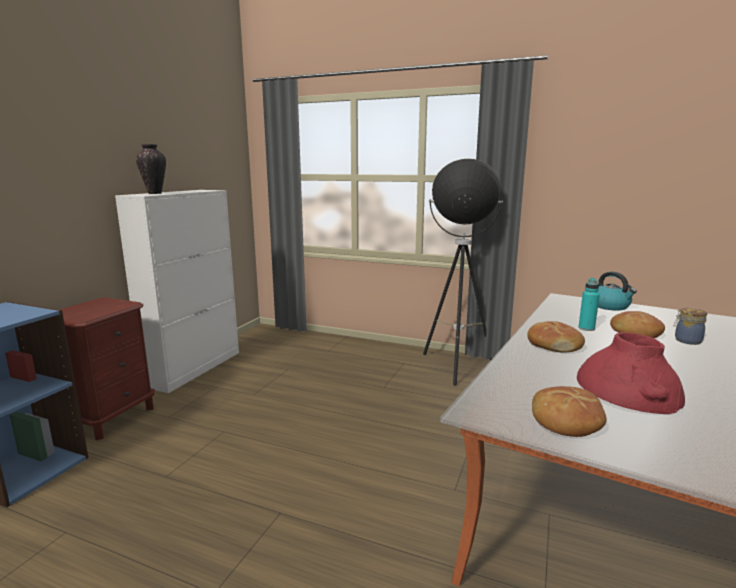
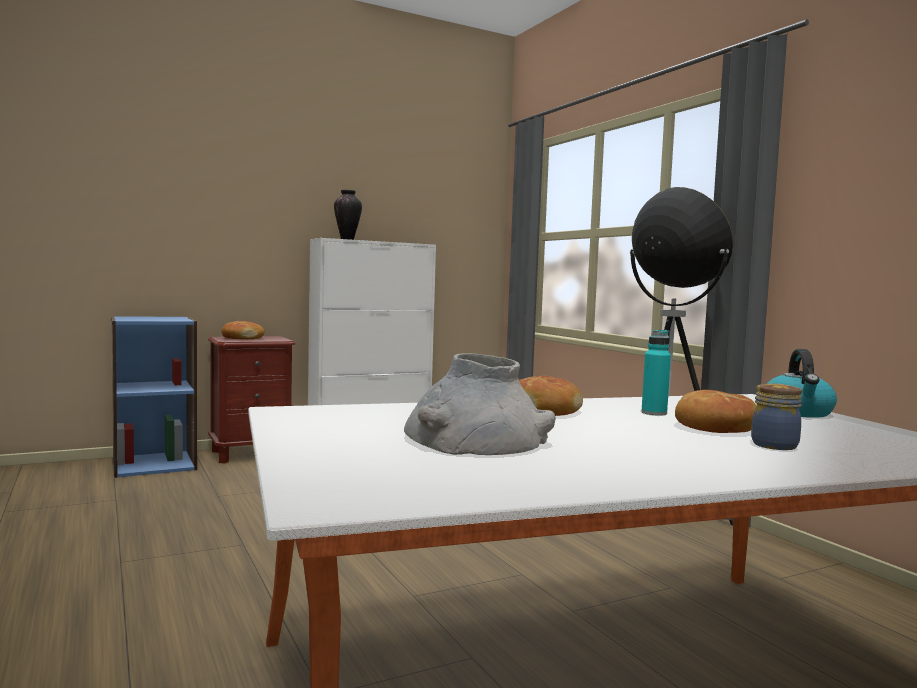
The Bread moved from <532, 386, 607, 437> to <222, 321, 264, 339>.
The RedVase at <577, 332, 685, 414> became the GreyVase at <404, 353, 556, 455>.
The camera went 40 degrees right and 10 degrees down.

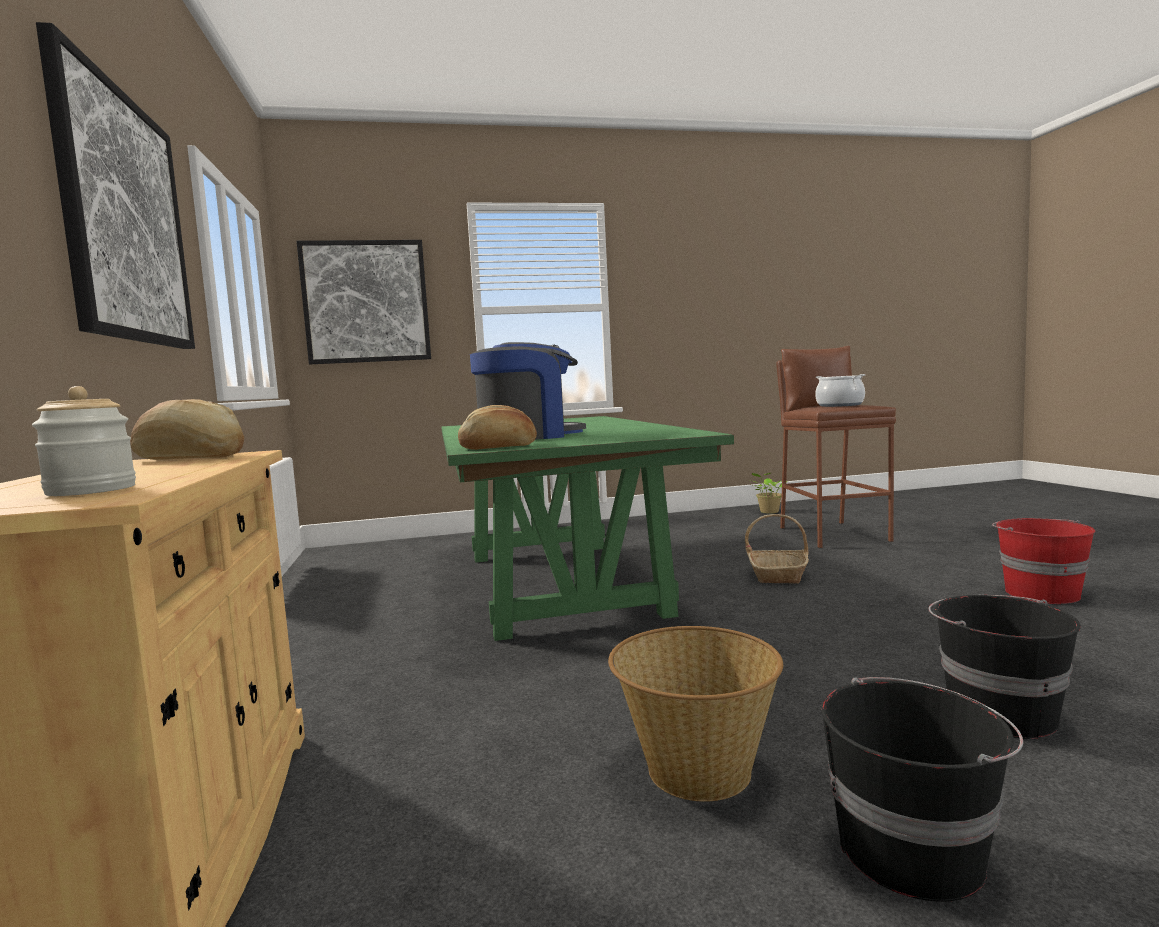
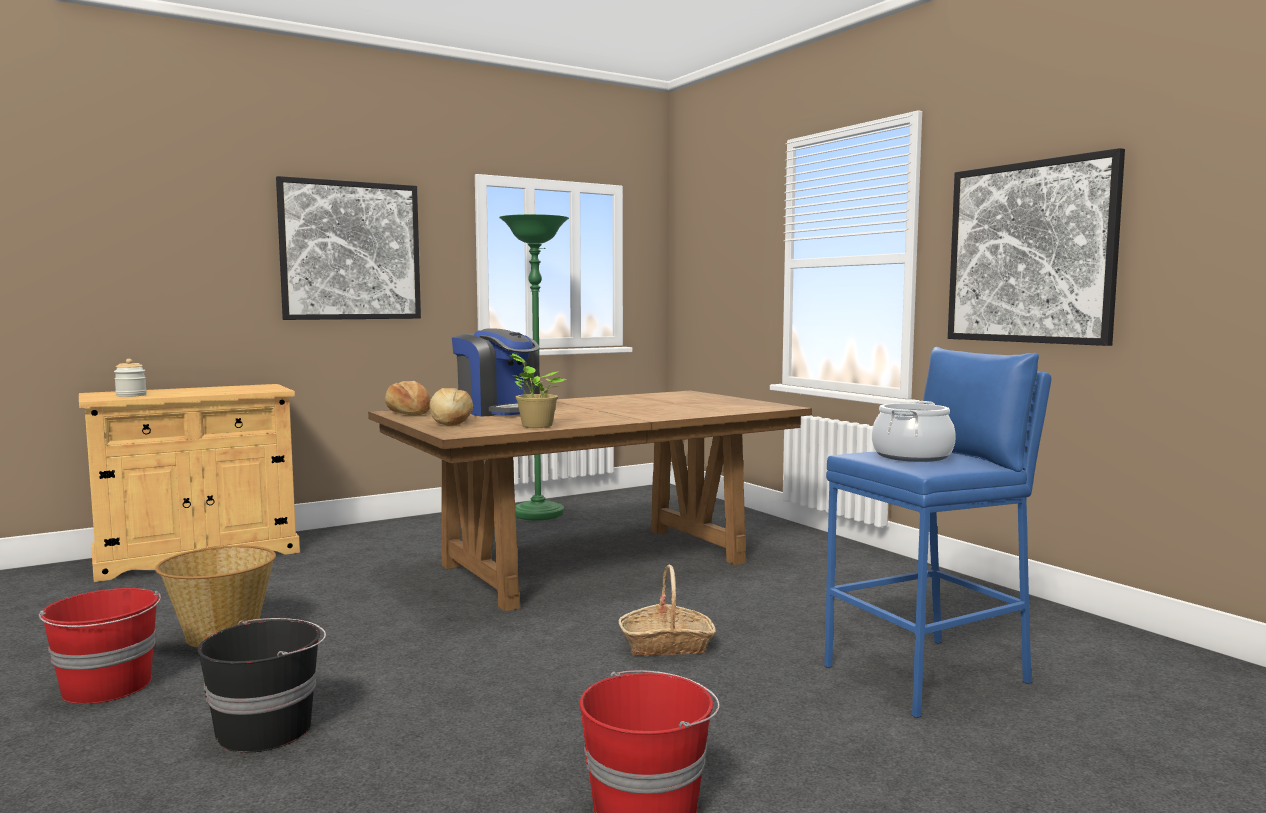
The BlackBucket at <822, 677, 1023, 902> became the RedBucket at <39, 588, 161, 704>.
The GreenDiningTable at <441, 416, 734, 641> became the BrownDiningTable at <368, 390, 812, 611>.
The Bread moved from <131, 399, 244, 460> to <429, 388, 473, 426>.
The GreenFloorLamp at <499, 214, 569, 521> appeared.
The PottedPlant moved from <751, 473, 787, 514> to <509, 353, 567, 428>.
The BrownStool at <776, 346, 896, 548> became the BlueStool at <824, 347, 1052, 718>.
The Picture moved from <296, 240, 431, 364> to <948, 148, 1125, 346>.
The camera went 70 degrees right and 0 degrees up.

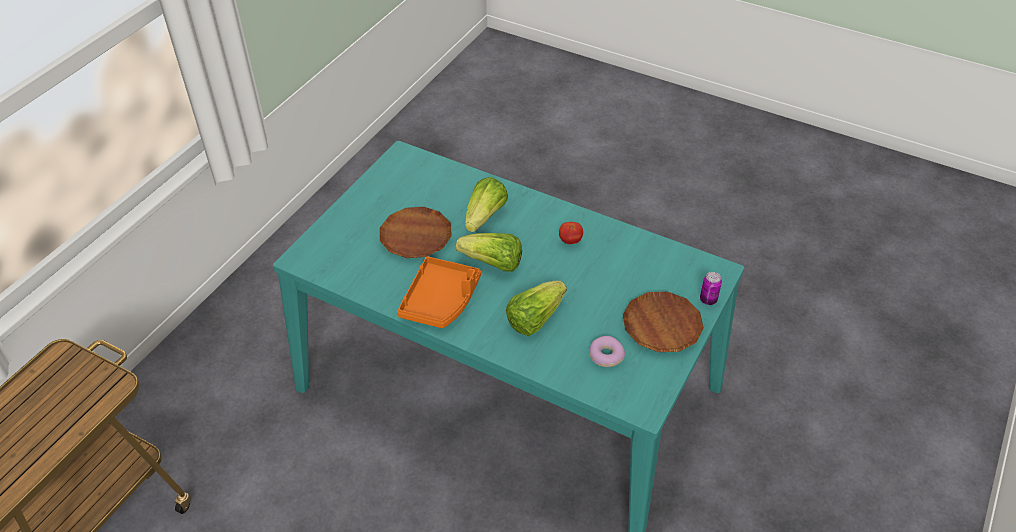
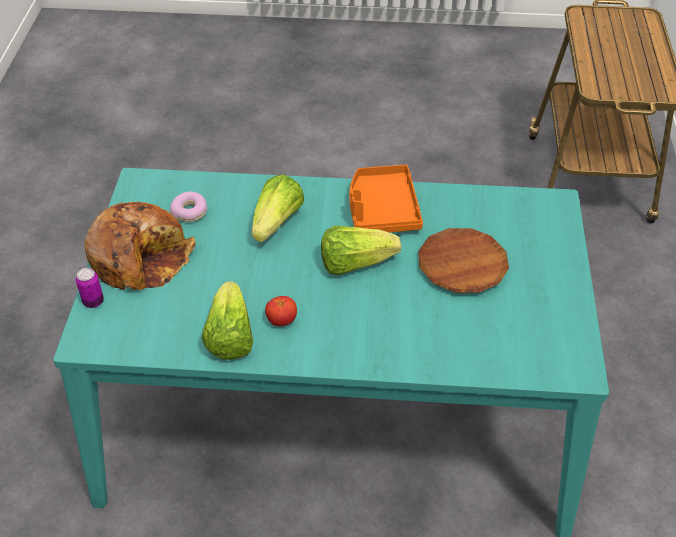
The BrownPlate at <623, 292, 704, 352> was replaced by the Bread at <85, 202, 195, 291>.
The Lettuce moved from <465, 177, 508, 232> to <202, 281, 253, 360>.
The camera went 155 degrees right and 0 degrees up.

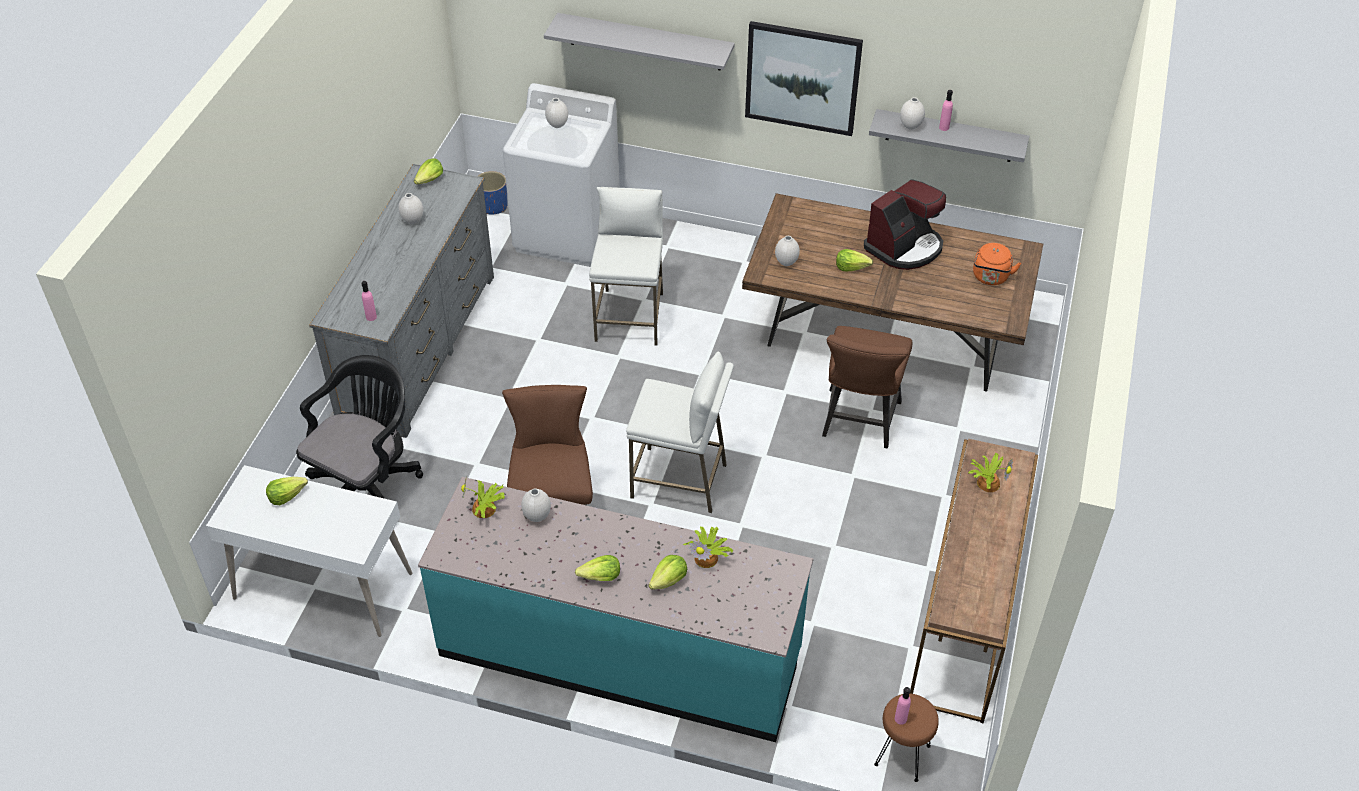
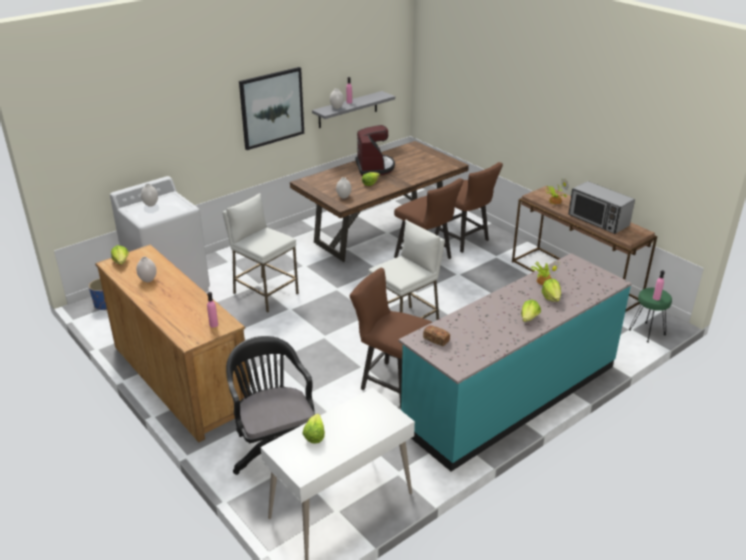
The GreyDresser at <309, 164, 494, 438> became the BrownDresser at <95, 245, 250, 442>.
The PottedPlant at <461, 480, 505, 518> was replaced by the Bread at <423, 325, 450, 346>.
The BrownChair at <435, 162, 503, 253> appeared.
The Microwave at <568, 181, 635, 234> appeared.
The BrownStool at <874, 694, 939, 782> became the GreenStool at <629, 288, 672, 343>.
The WhiteVase at <521, 489, 551, 522> disappeared.
The GreyShelf at <544, 13, 735, 71> disappeared.
The OrangeKettle at <973, 243, 1021, 285> disappeared.
The camera went 55 degrees left and 15 degrees down.

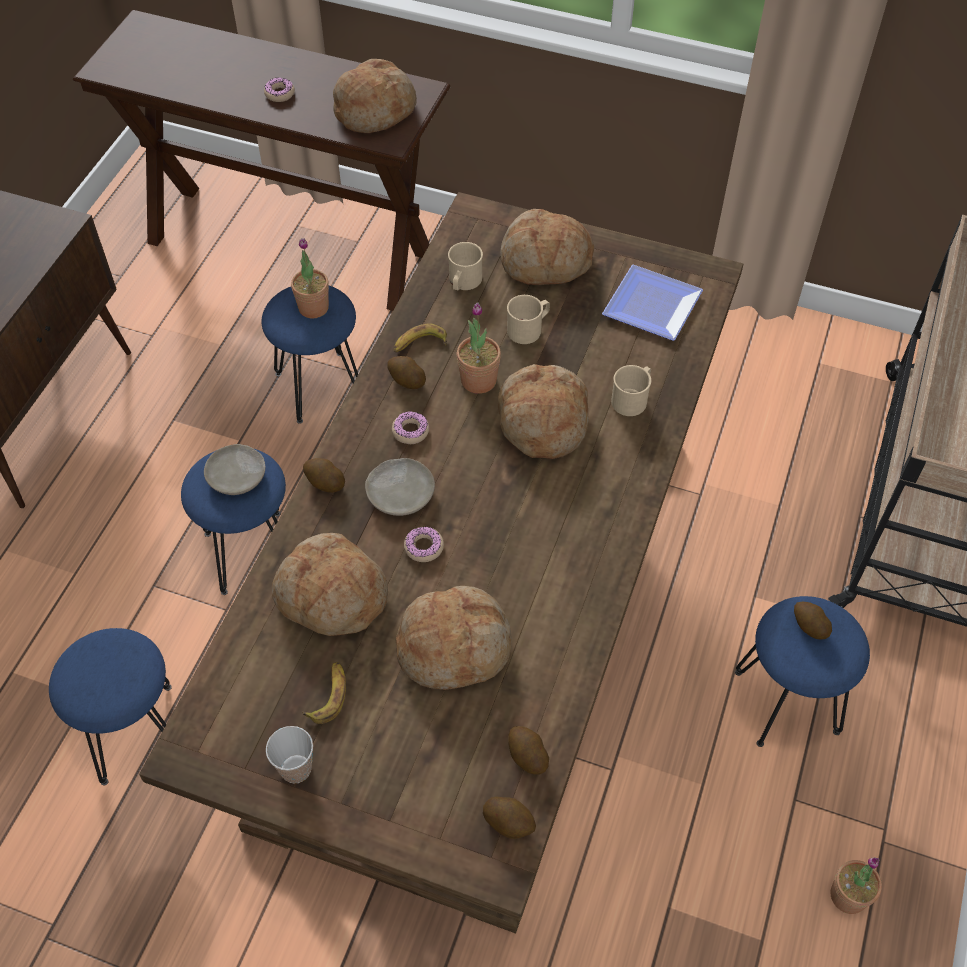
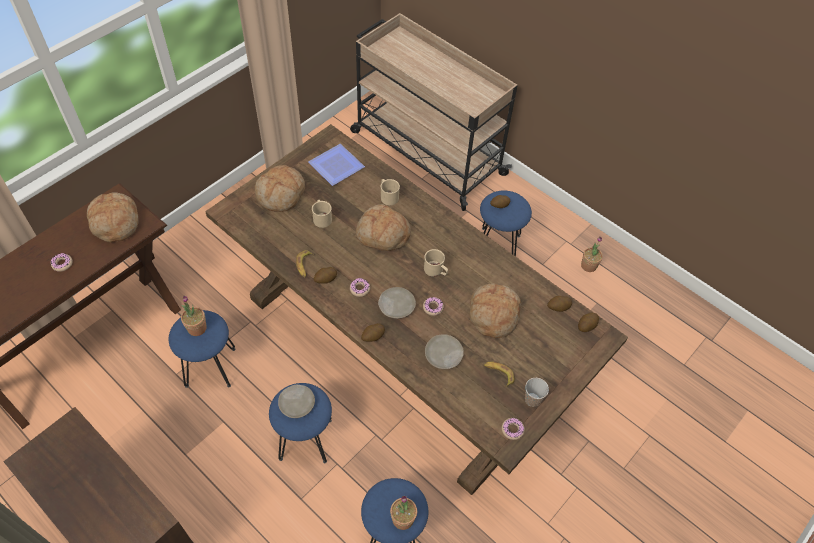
The PottedPlant moved from <457, 302, 501, 394> to <390, 496, 417, 530>.
The BeigeMug moved from <448, 242, 483, 290> to <424, 249, 448, 277>.
The Bread at <272, 533, 388, 636> was replaced by the BeigePlate at <425, 334, 464, 369>.
The Donut at <502, 418, 525, 440> appeared.
The camera went 70 degrees left and 0 degrees up.

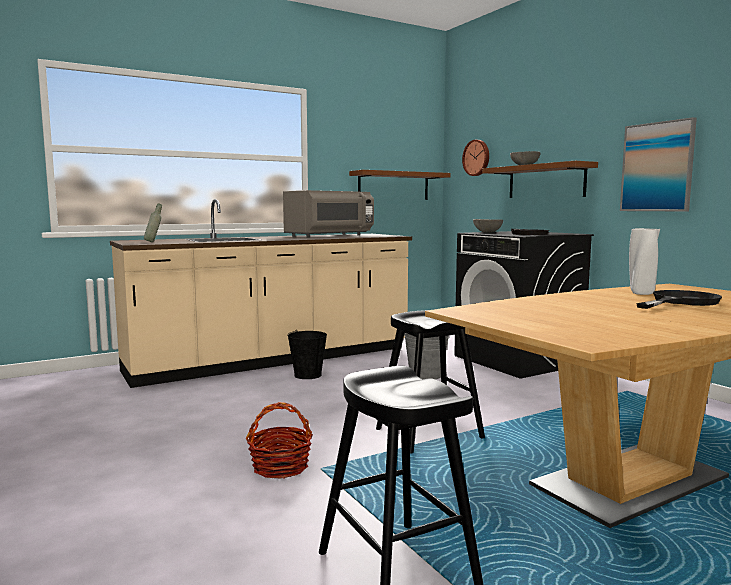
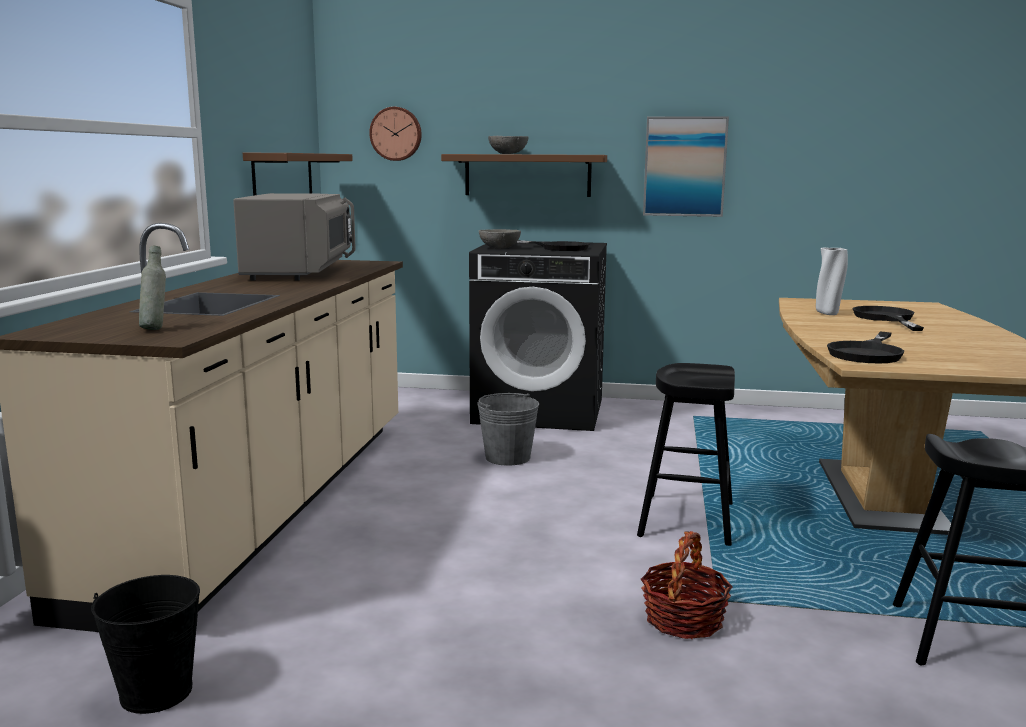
The BlackBucket moved from <287, 330, 327, 379> to <91, 575, 200, 714>.
The BlackFryingPan at <827, 332, 904, 364> appeared.
The camera went 50 degrees left and 5 degrees up.

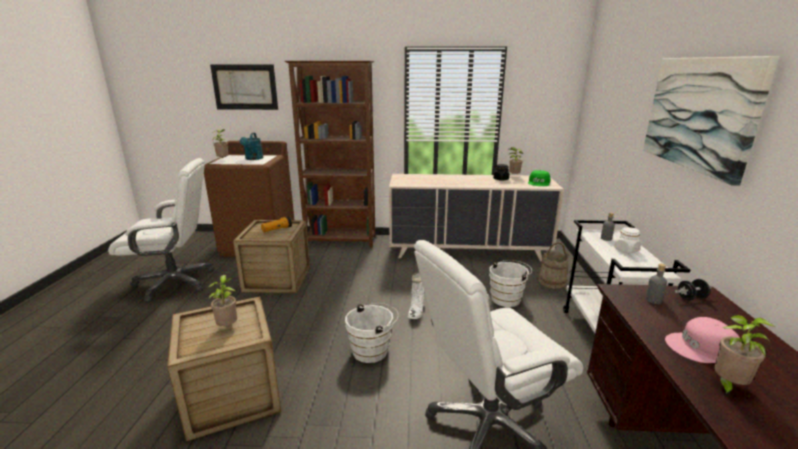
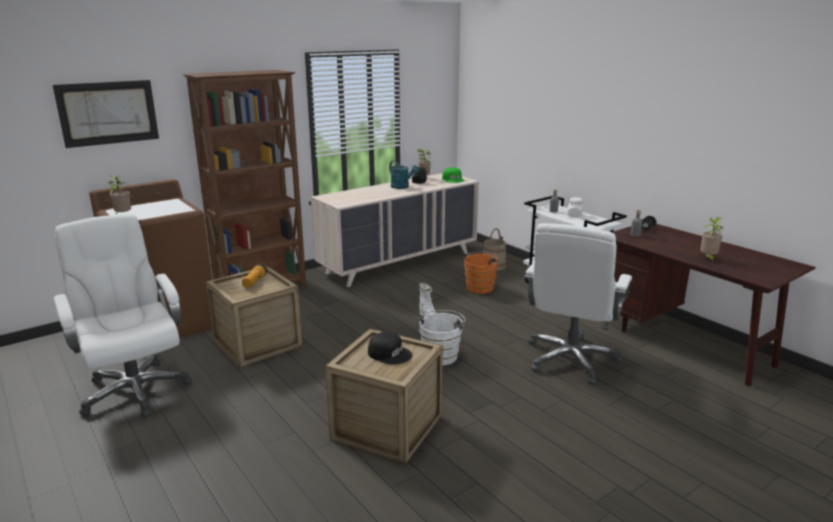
The WhiteOfficeChair at <108, 158, 214, 303> turned 75 degrees counterclockwise.
The PottedPlant at <208, 275, 237, 326> was replaced by the BlackCap at <368, 331, 413, 365>.
The TurquoiseWateringCan moved from <240, 133, 263, 160> to <389, 161, 419, 189>.
The WhiteBucket at <489, 260, 532, 307> became the OrangeBucket at <463, 252, 501, 294>.
The Picture at <643, 56, 780, 186> disappeared.
The PinkCap at <665, 317, 740, 363> disappeared.
The camera went 40 degrees left and 0 degrees up.

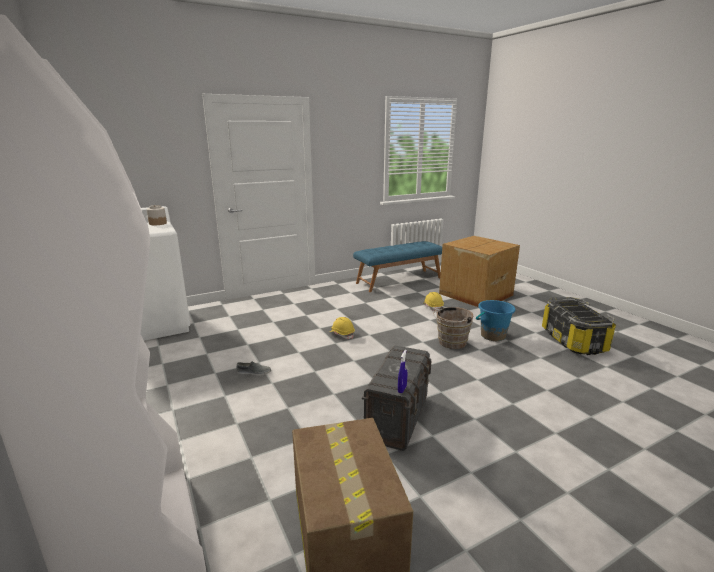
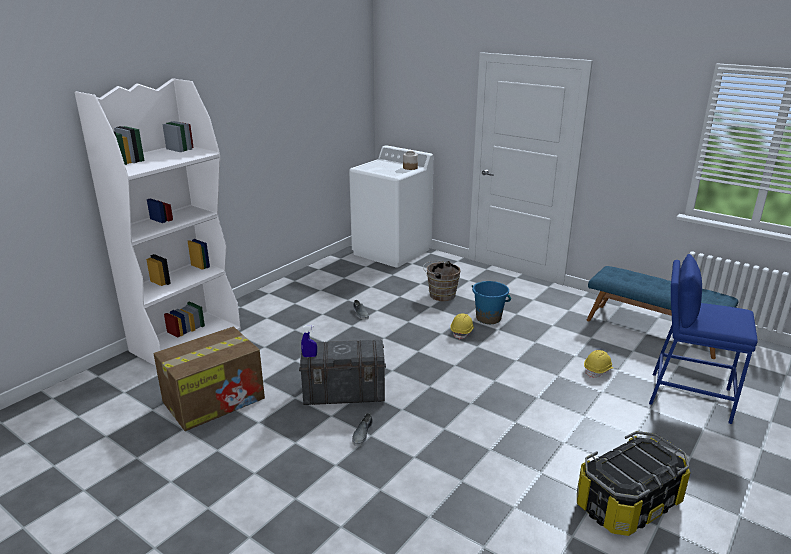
The GreyShoe at <352, 413, 373, 446> appeared.
The BrownBucket moved from <433, 307, 473, 349> to <423, 261, 461, 301>.
The BlueBucket moved from <476, 300, 515, 341> to <472, 281, 511, 324>.
The CardboardBox at <439, 236, 520, 307> was replaced by the BlueStool at <649, 254, 758, 424>.
The camera went 65 degrees right and 5 degrees up.

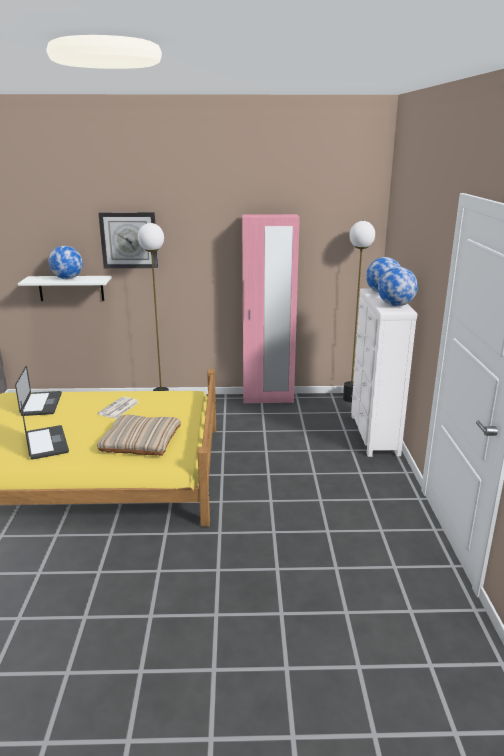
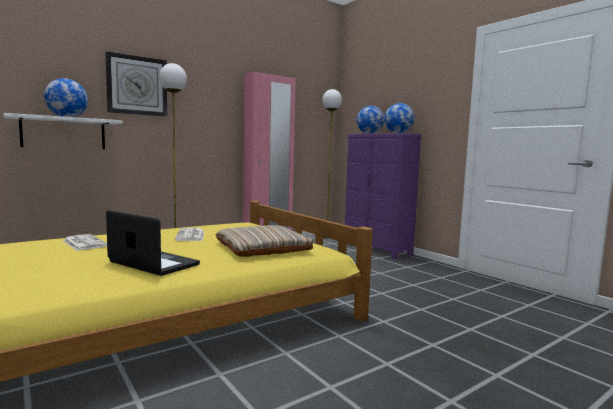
The Laptop at <15, 365, 62, 416> was replaced by the Newspaper at <62, 234, 107, 251>.
The WhiteDresser at <351, 289, 417, 457> became the PurpleDresser at <345, 133, 422, 259>.
The camera went 35 degrees left and 15 degrees down.

